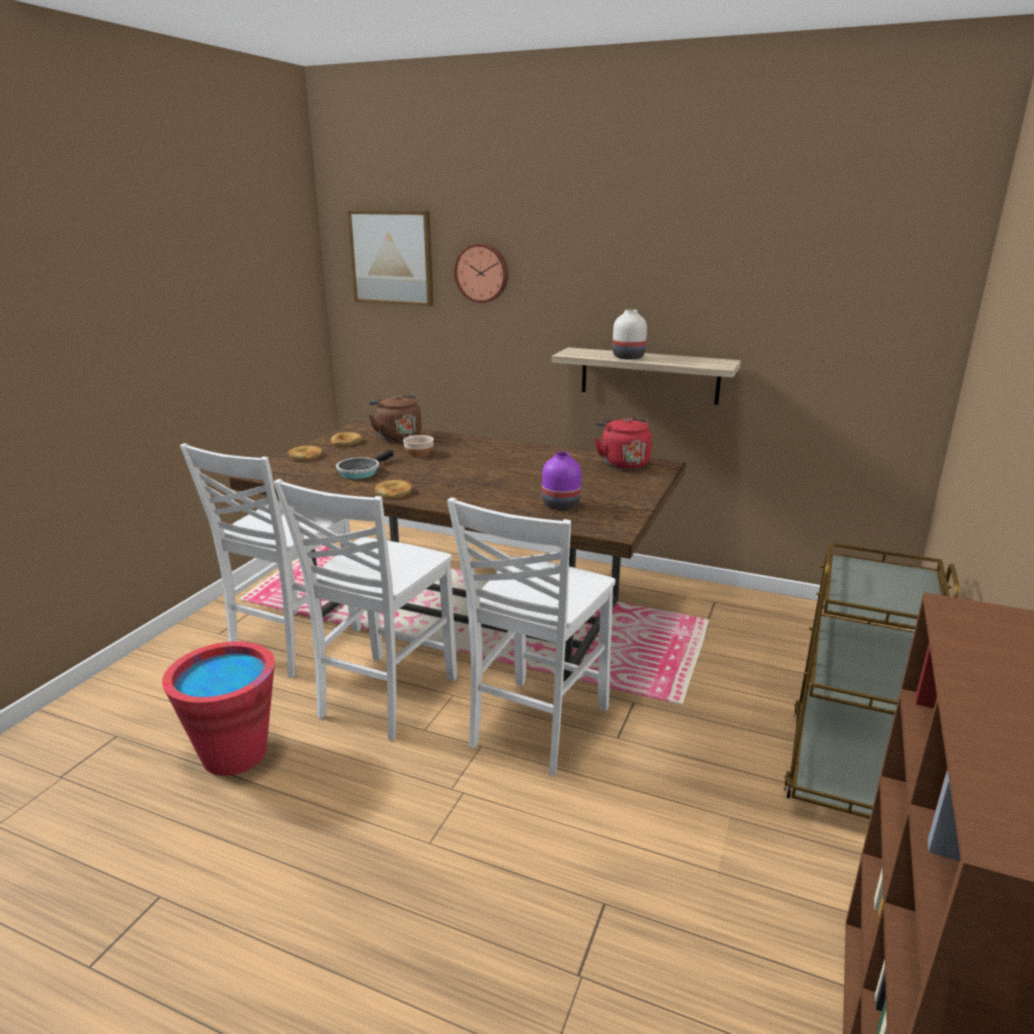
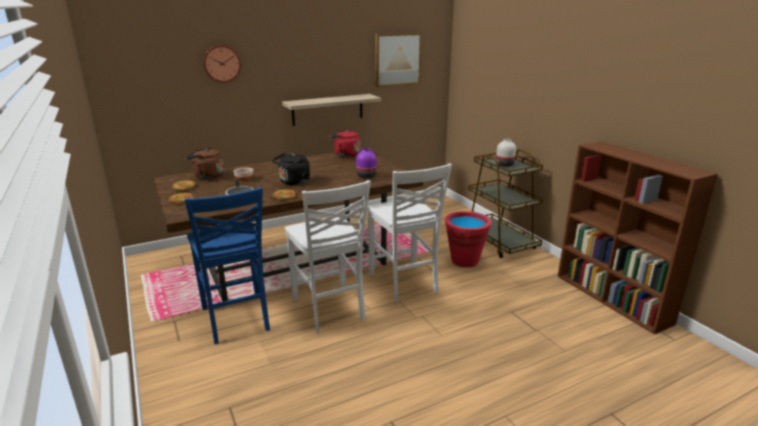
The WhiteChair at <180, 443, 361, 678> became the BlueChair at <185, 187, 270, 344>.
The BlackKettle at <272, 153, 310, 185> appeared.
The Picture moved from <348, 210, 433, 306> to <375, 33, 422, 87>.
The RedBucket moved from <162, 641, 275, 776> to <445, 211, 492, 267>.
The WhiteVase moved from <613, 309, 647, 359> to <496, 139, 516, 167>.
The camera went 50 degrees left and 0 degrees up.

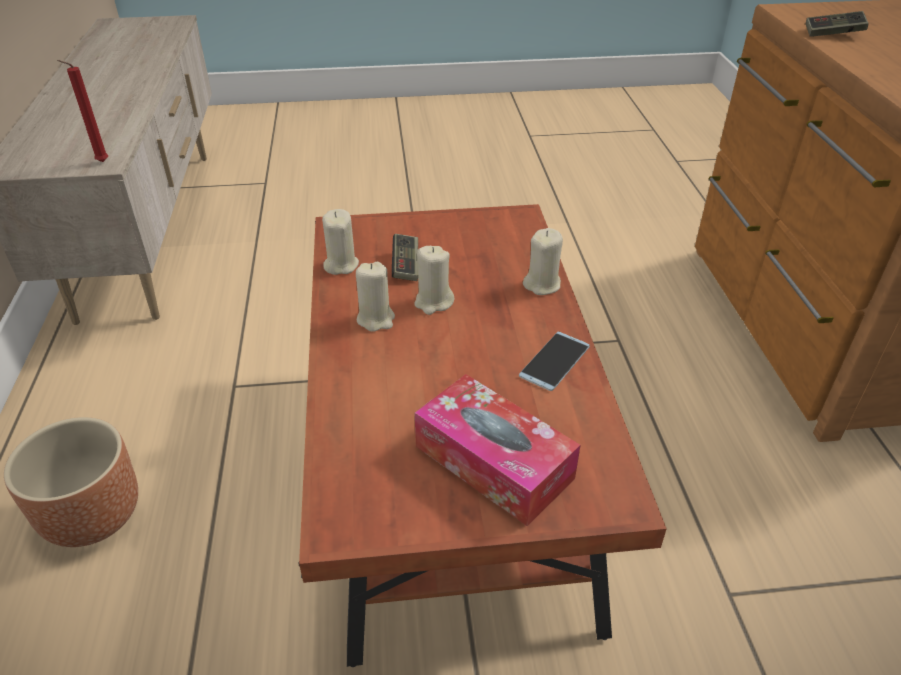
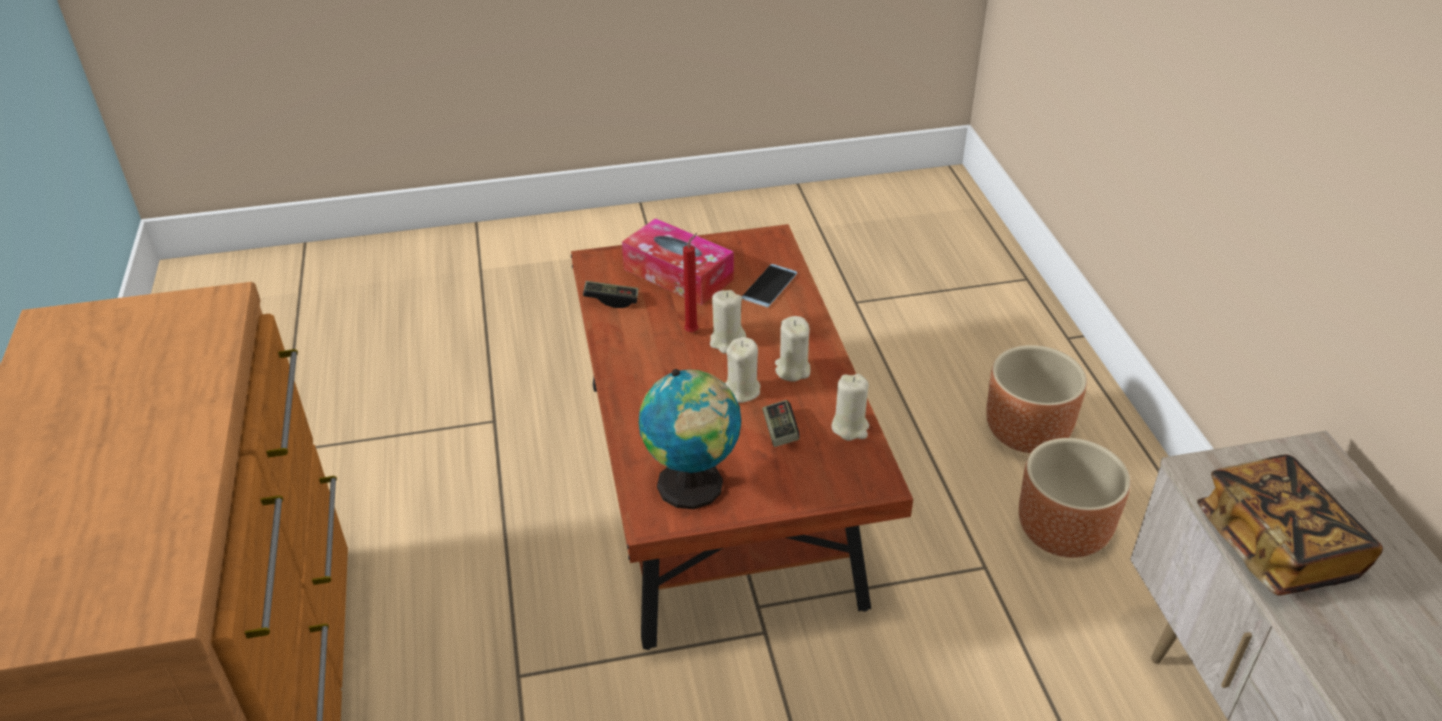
The GameController moved from <806, 11, 869, 37> to <583, 281, 638, 308>.
The Globe at <638, 369, 741, 509> appeared.
The RedCandle moved from <57, 60, 108, 162> to <683, 233, 698, 333>.
The BeigeCandle moved from <523, 228, 563, 295> to <710, 290, 746, 354>.
The Phone moved from <519, 331, 590, 391> to <742, 264, 797, 308>.
The BrownPlanter at <1019, 438, 1130, 558> appeared.
The Book at <1197, 454, 1383, 595> appeared.
The camera went 175 degrees right and 0 degrees up.

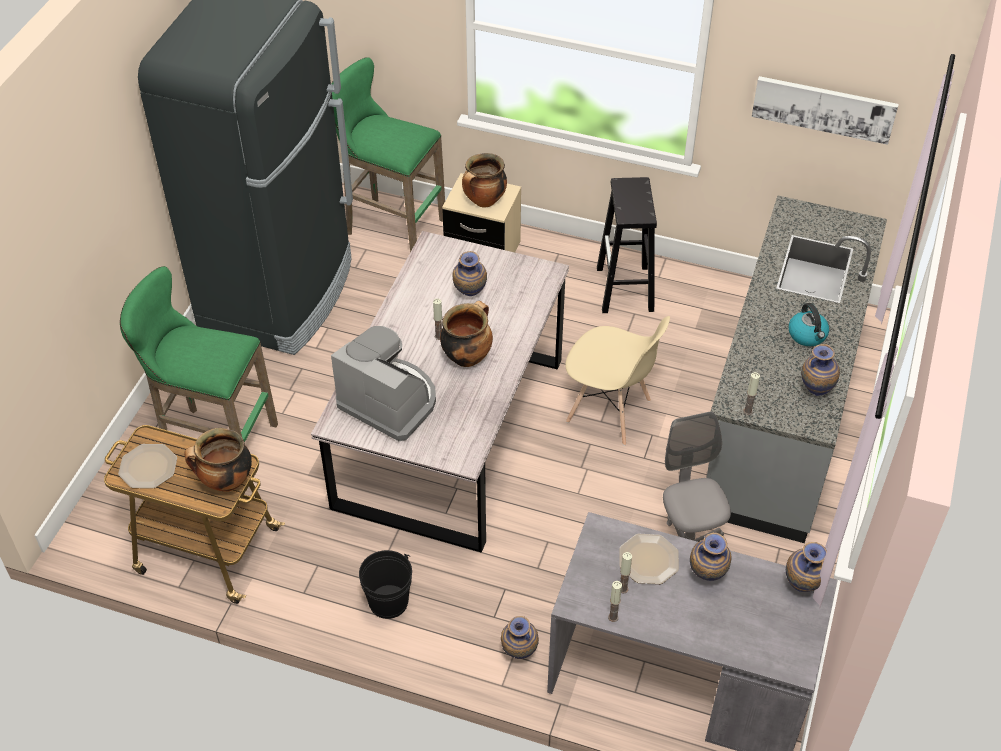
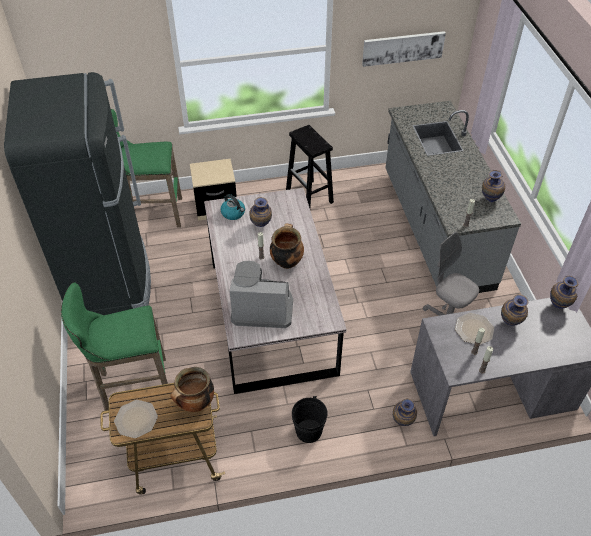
The Kettle moved from <788, 303, 829, 346> to <220, 194, 245, 220>.
The CookingPot at <462, 153, 507, 207> disappeared.
The BeigeChair at <565, 316, 670, 446> disappeared.
The camera went 30 degrees left and 0 degrees up.

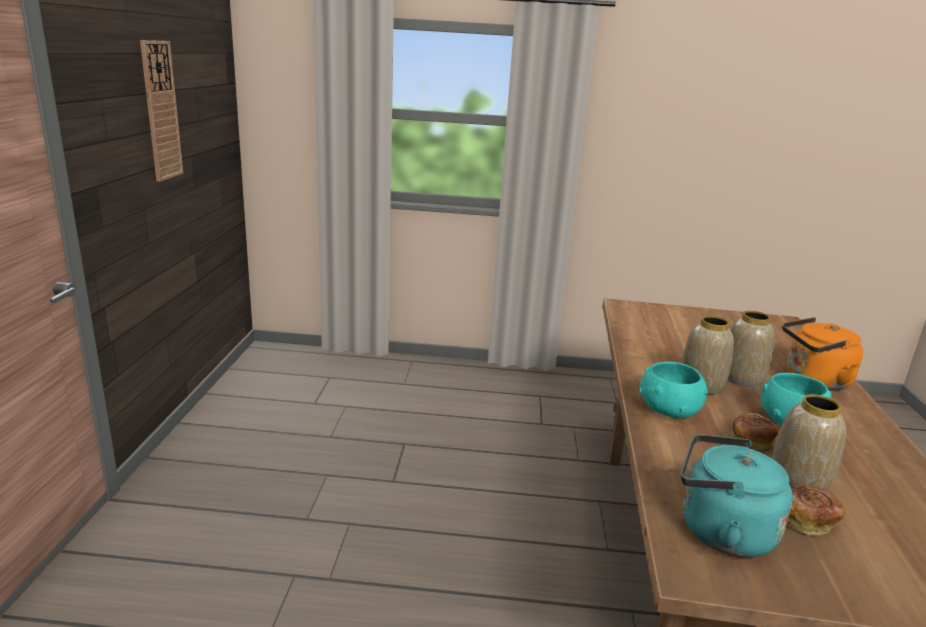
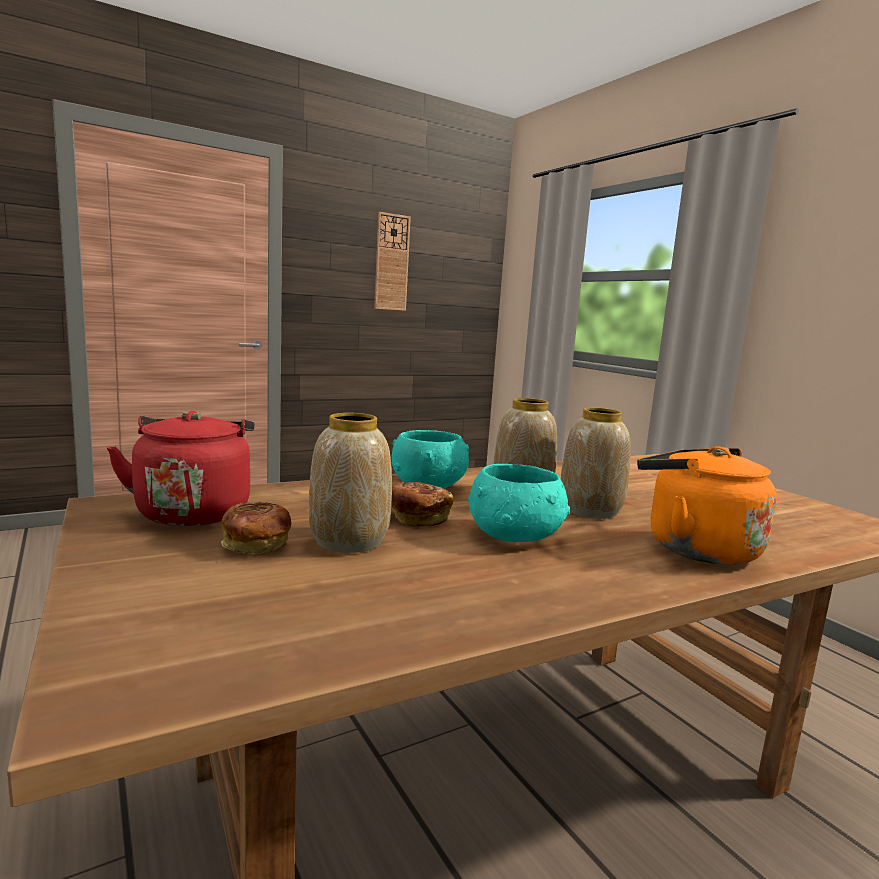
The TurquoiseKettle at <681, 435, 793, 557> became the RedKettle at <107, 411, 255, 526>.
The camera went 55 degrees right and 10 degrees down.

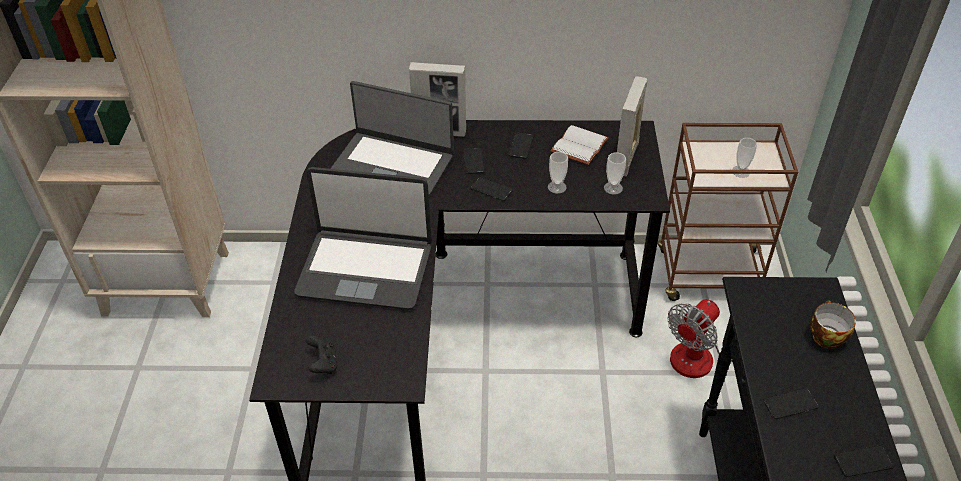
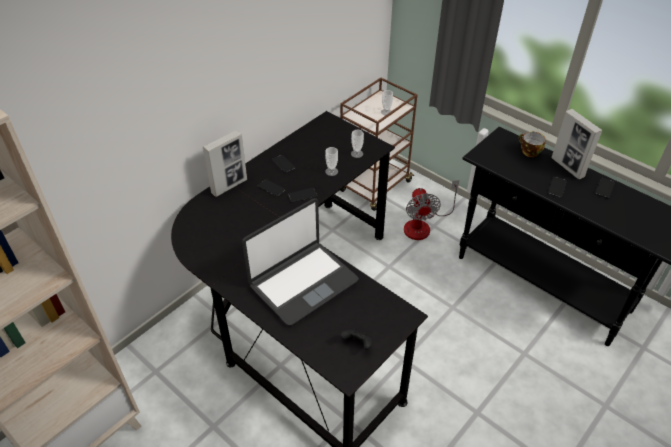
The PictureFrame moved from <617, 76, 648, 176> to <551, 109, 603, 179>.
The Laptop at <330, 81, 454, 196> disappeared.
The WhiteBook at <551, 125, 609, 165> disappeared.
The camera went 50 degrees left and 0 degrees up.

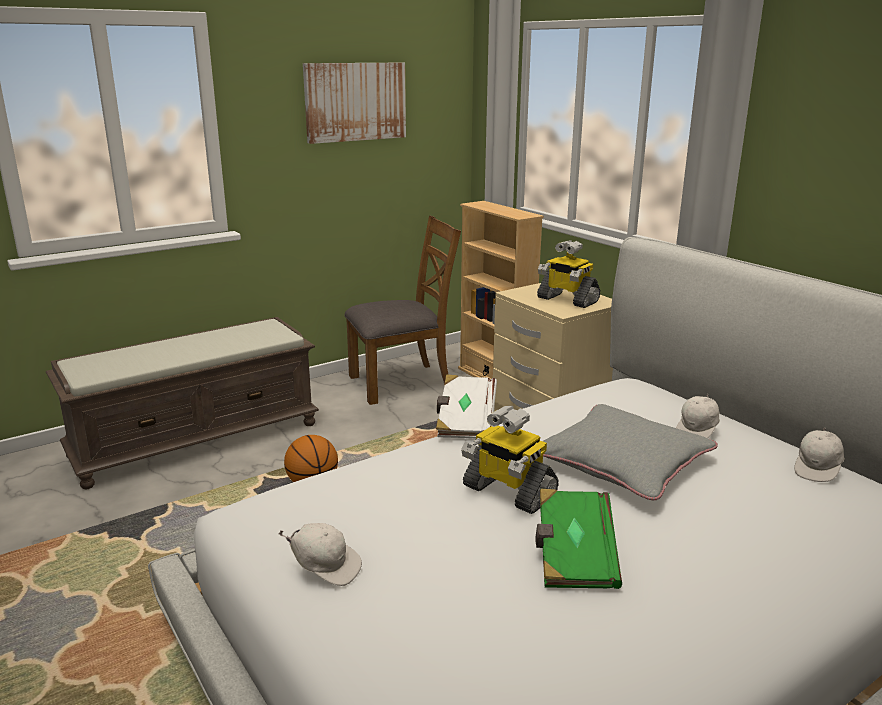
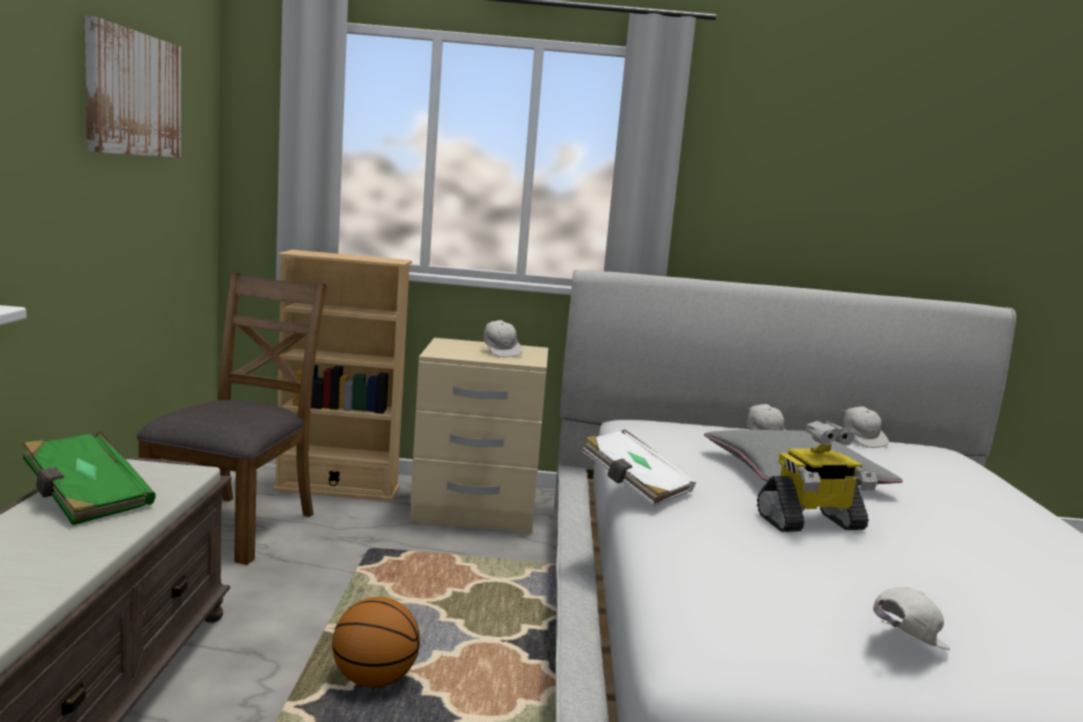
The GreenBook moved from <535, 489, 622, 589> to <23, 432, 155, 525>.
The ToyRobot at <537, 240, 600, 308> was replaced by the WhiteCap at <483, 320, 522, 358>.
The camera went 55 degrees left and 10 degrees down.

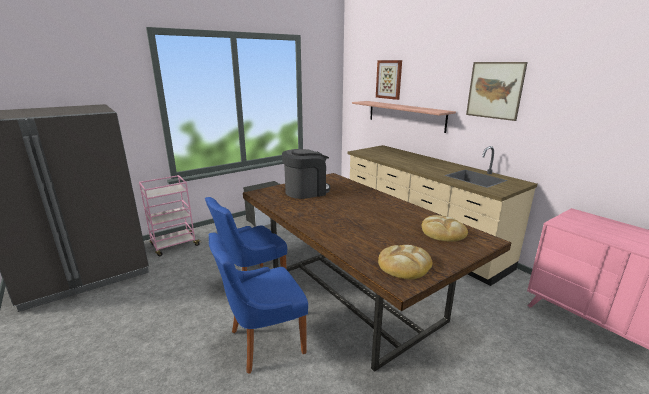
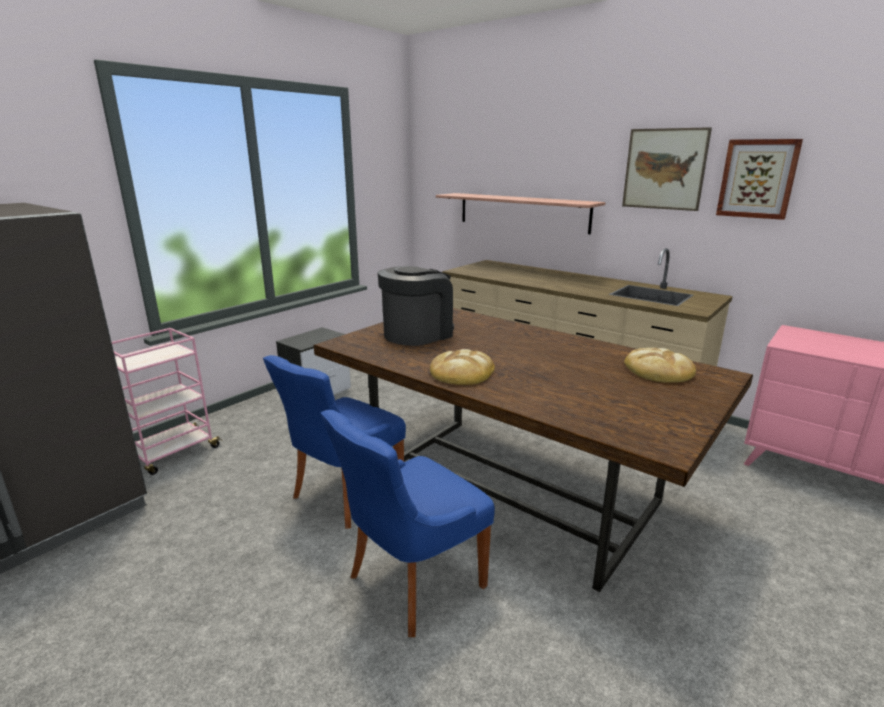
The Bread moved from <378, 245, 432, 279> to <430, 349, 495, 385>.
The Picture moved from <376, 60, 402, 100> to <716, 139, 803, 220>.
The camera went 15 degrees left and 0 degrees up.

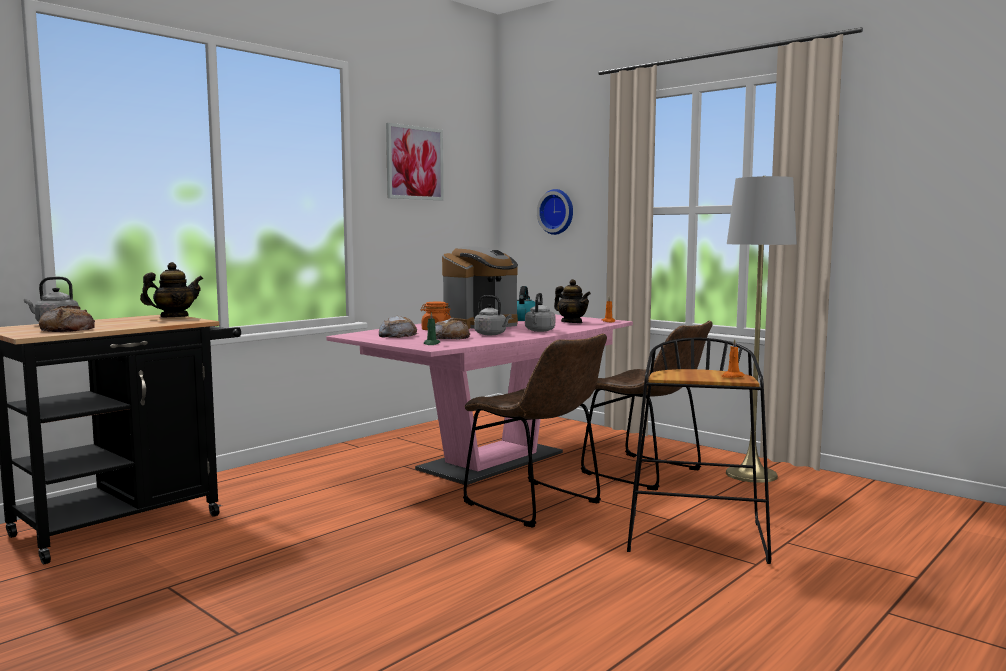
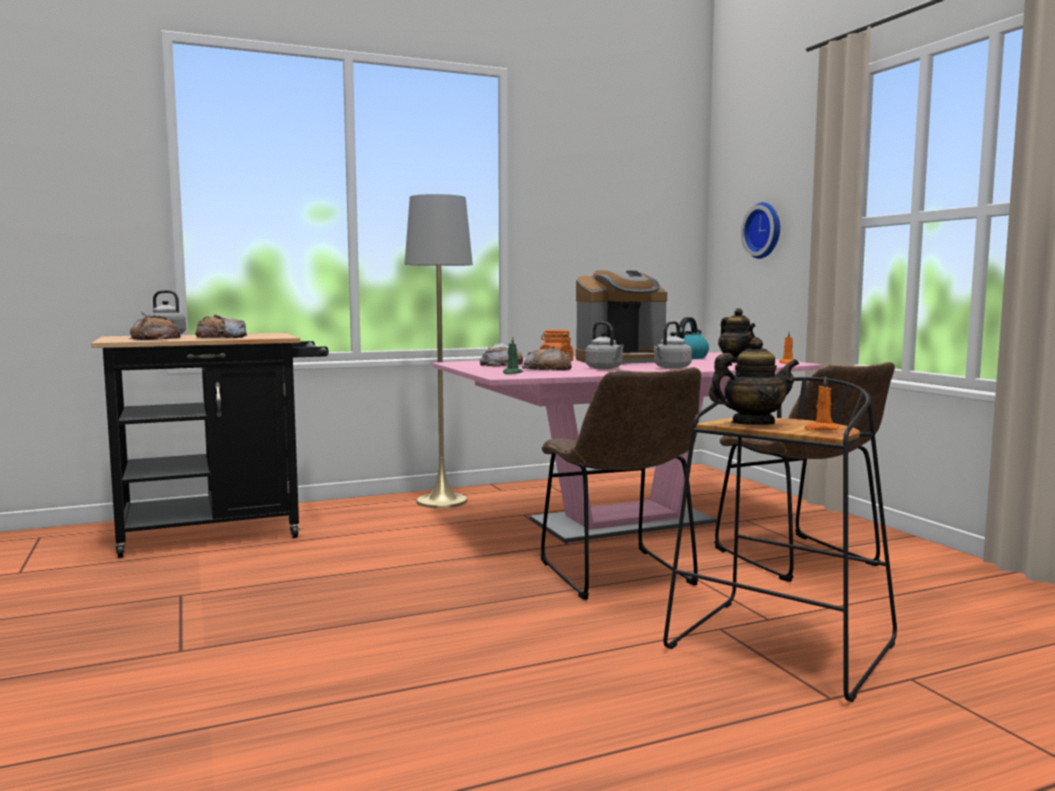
The Bread at <195, 314, 247, 338> appeared.
The GreyFloorLamp moved from <726, 176, 797, 483> to <404, 194, 473, 508>.
The Teapot moved from <140, 262, 203, 317> to <709, 337, 799, 425>.
The Picture at <386, 123, 443, 200> disappeared.
The camera went 25 degrees right and 0 degrees up.

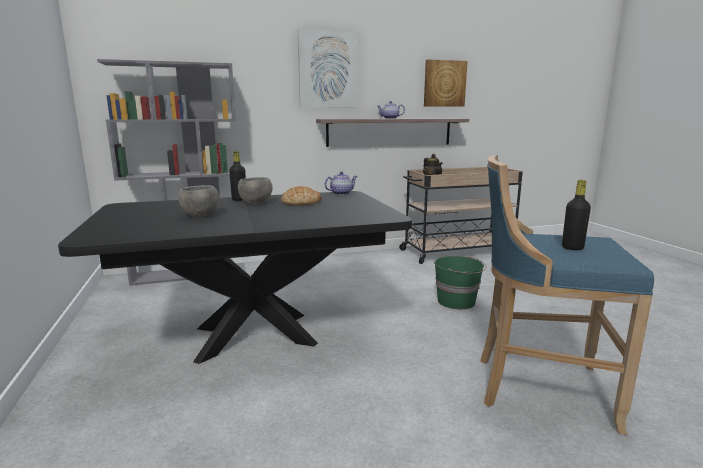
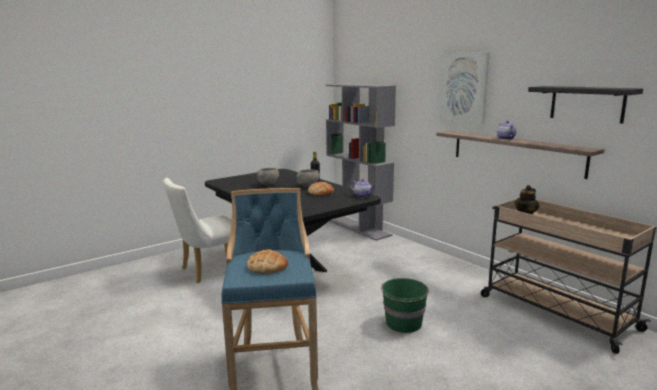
The WhiteChair at <164, 178, 232, 283> appeared.
The BlackBottle at <562, 180, 591, 250> was replaced by the Bread at <247, 249, 288, 274>.
The Picture at <424, 59, 468, 107> was replaced by the BlackShelf at <528, 86, 643, 124>.
The camera went 70 degrees right and 0 degrees up.

